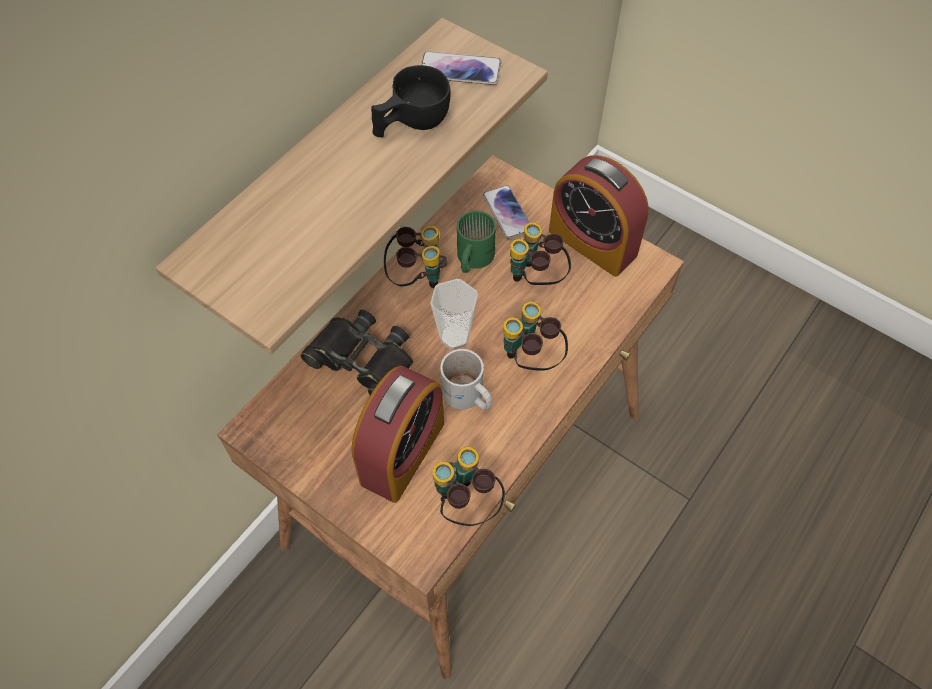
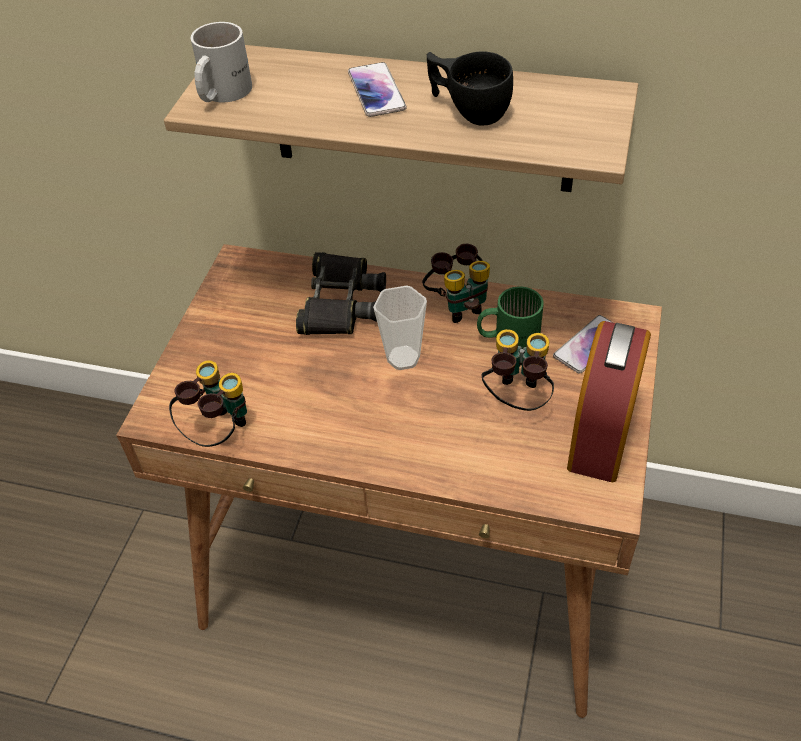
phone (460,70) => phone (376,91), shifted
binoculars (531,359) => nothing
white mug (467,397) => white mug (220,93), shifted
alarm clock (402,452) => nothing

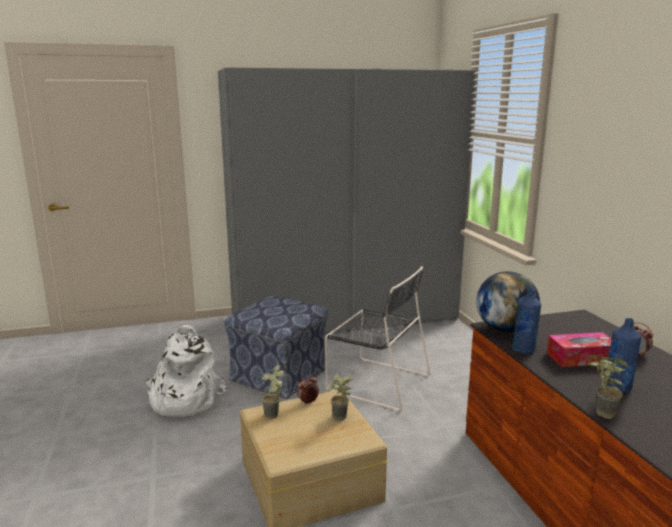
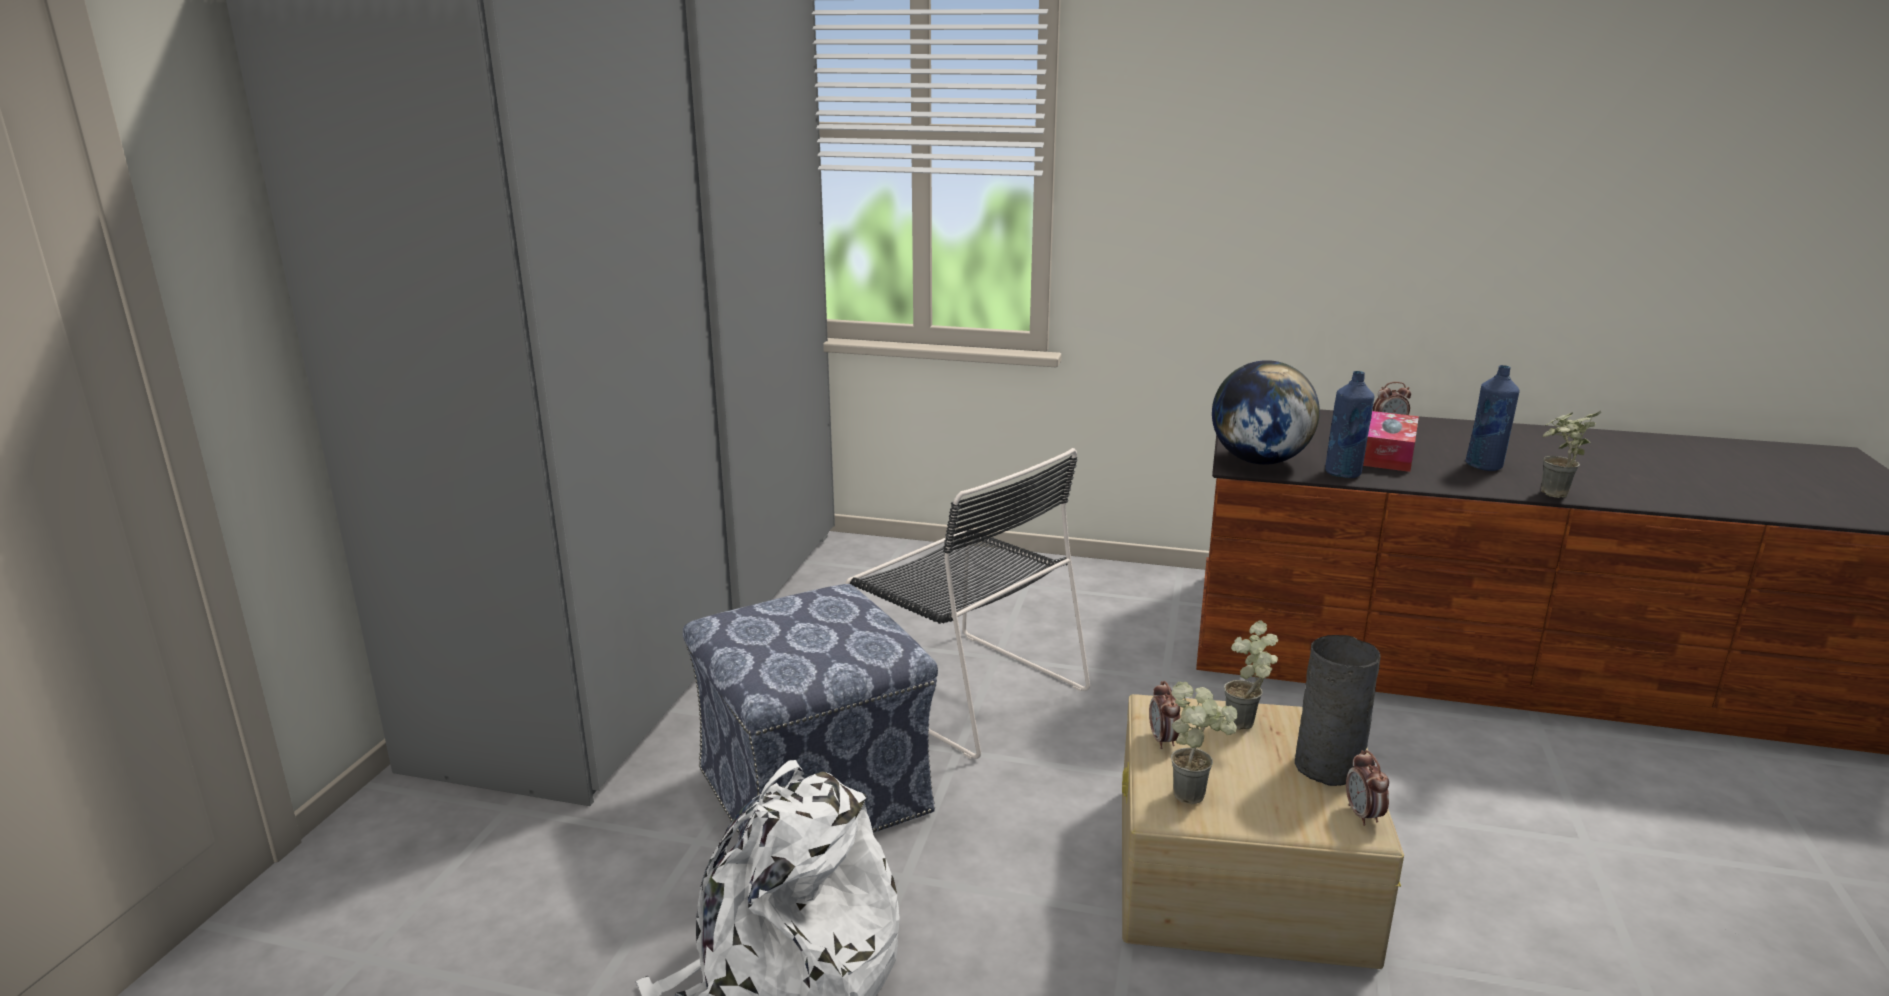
black chair (375,382) => black chair (964,688), 75 degrees clockwise
nothing => grey vase (1330,767)
nothing => alarm clock (1363,815)

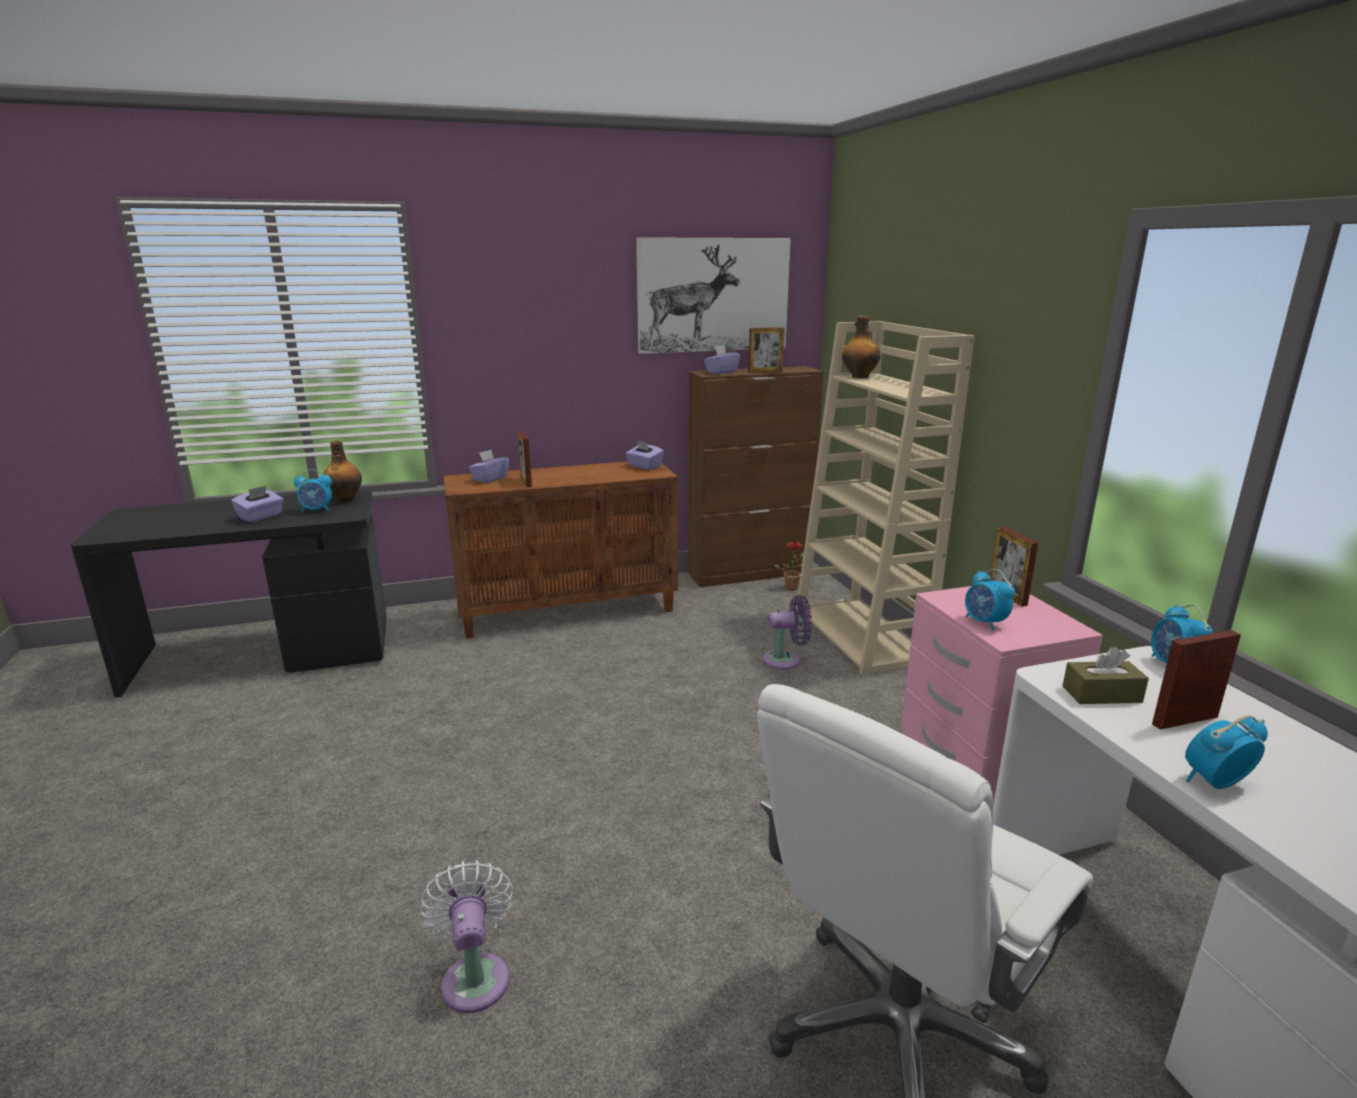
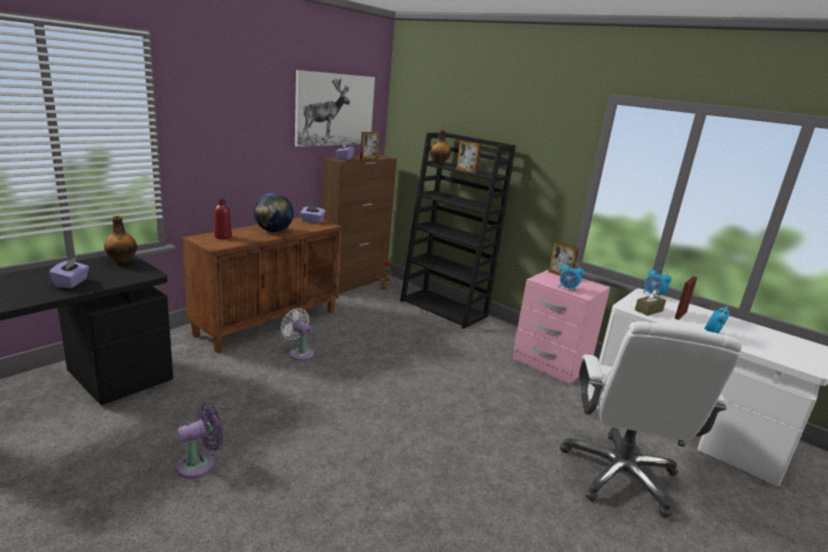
beige bookcase (861,636) => black bookcase (444,308)
picture frame (526,482) => picture frame (466,171), shifted
purple tissue box (490,479) => red bottle (223,237)
alarm clock (317,510) => nothing
purple fan (786,660) => purple fan (200,464), shifted
white fan (475,976) => white fan (299,353), shifted
nothing => globe (273,231)

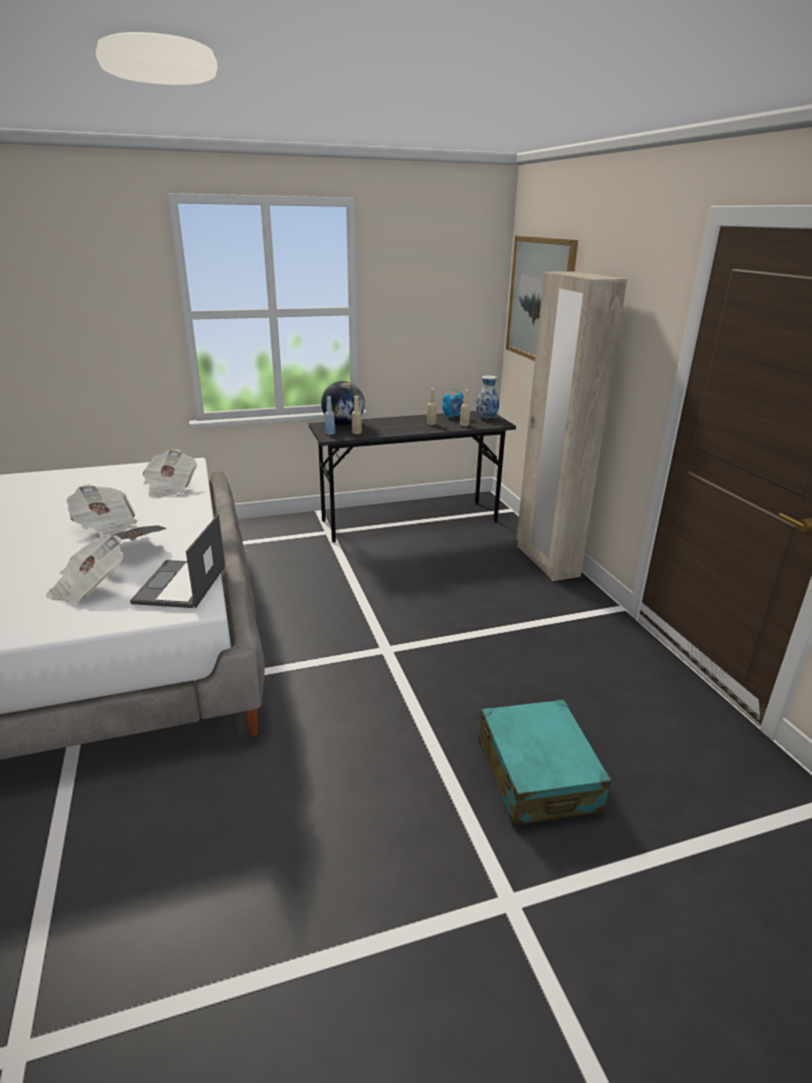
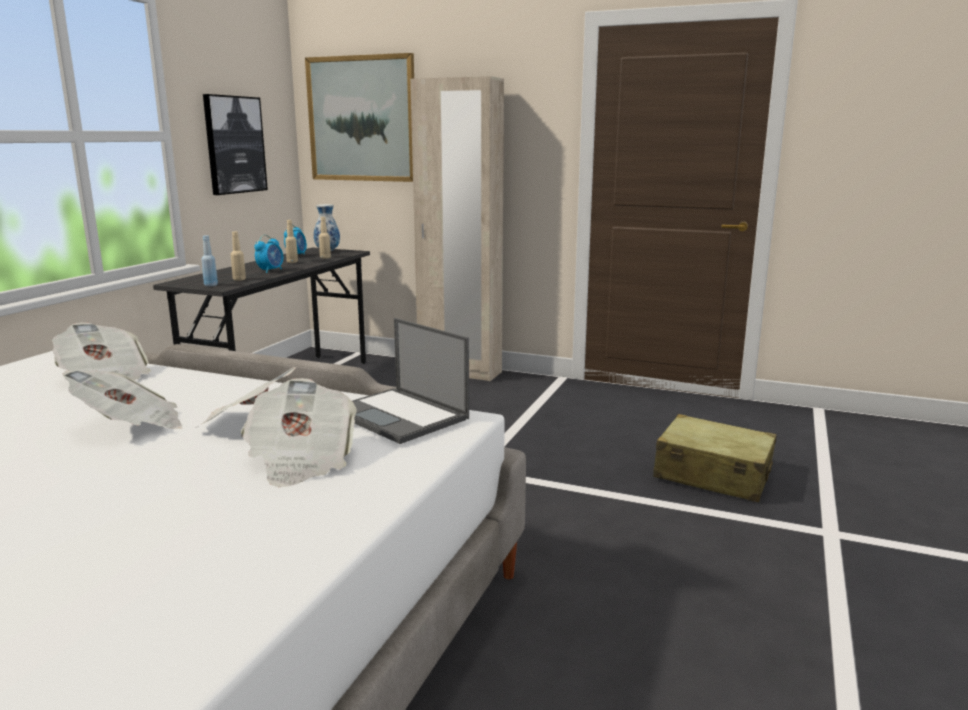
globe (343,424) => nothing
turquoise suitcase (537,775) => beige suitcase (712,475)
nothing => picture (234,145)
nothing => alarm clock (270,270)

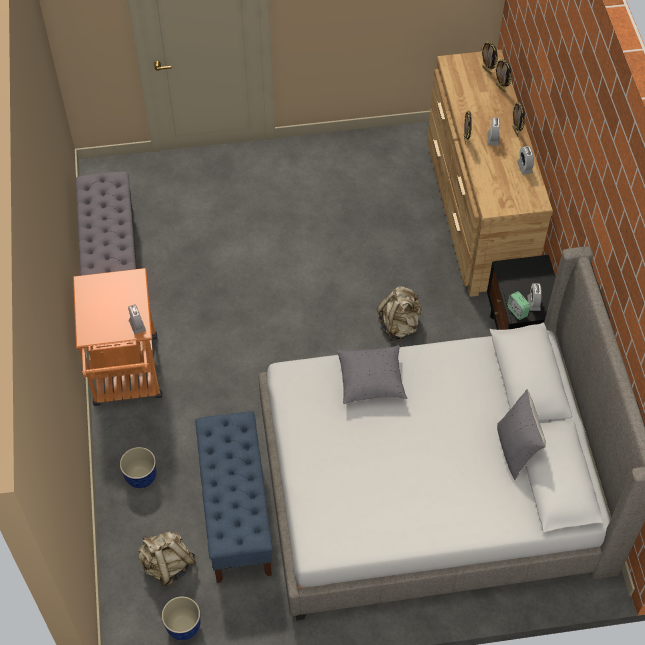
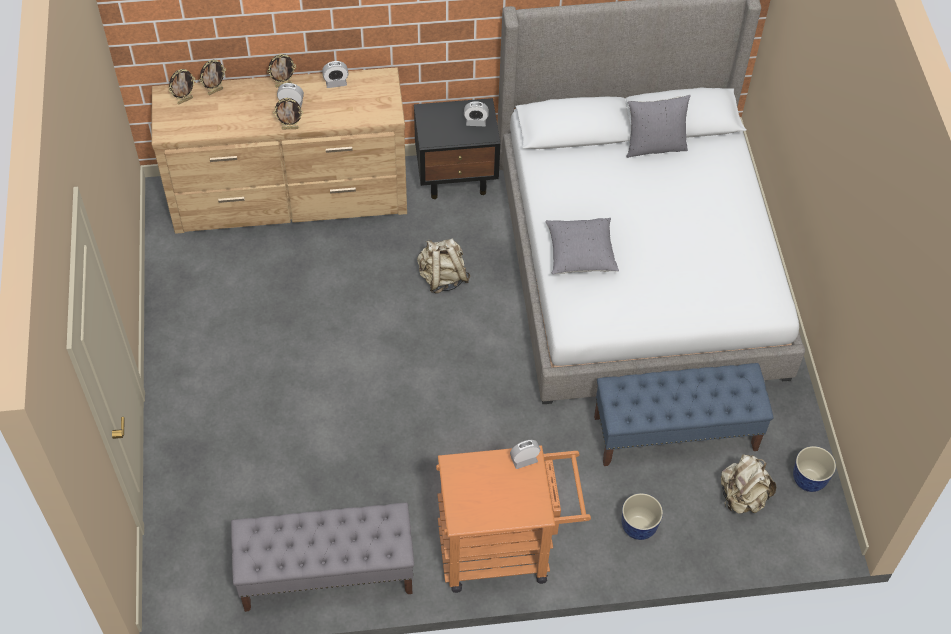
alarm clock (517,311) => nothing

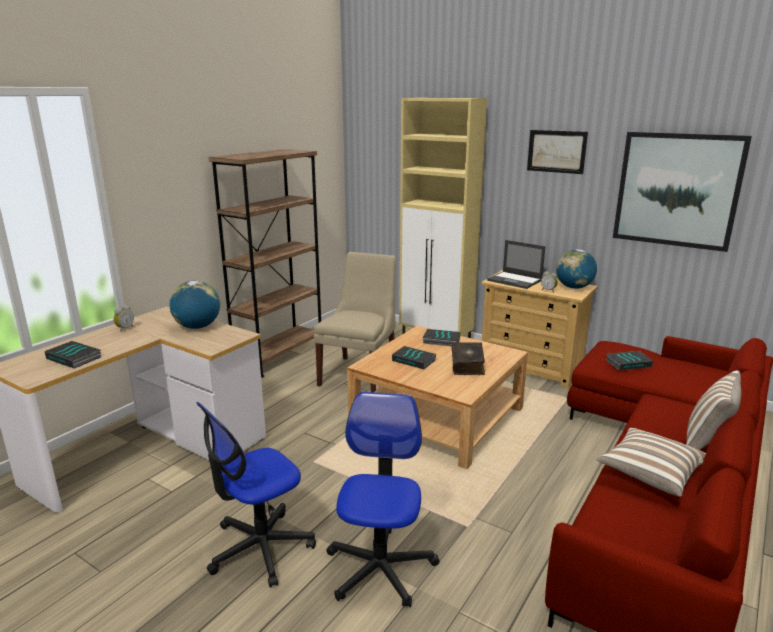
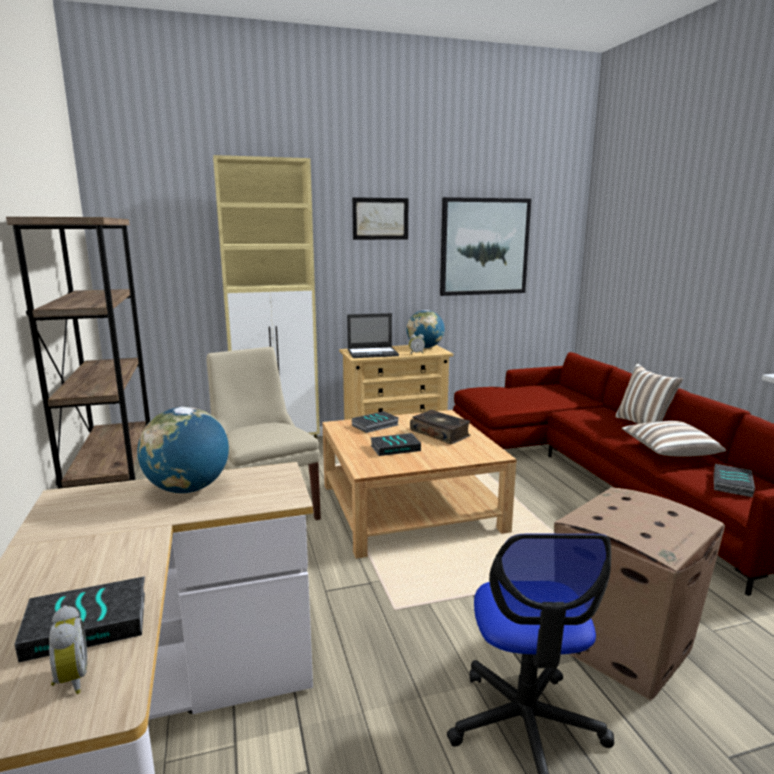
alarm clock (124,329) => alarm clock (70,680), shifted
book (628,363) => book (731,483), shifted
office chair (380,568) => cardboard box (624,647)

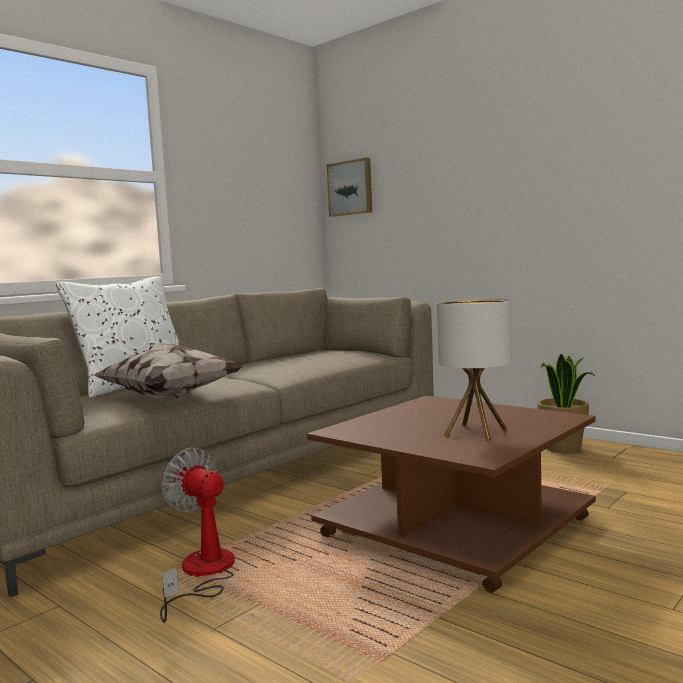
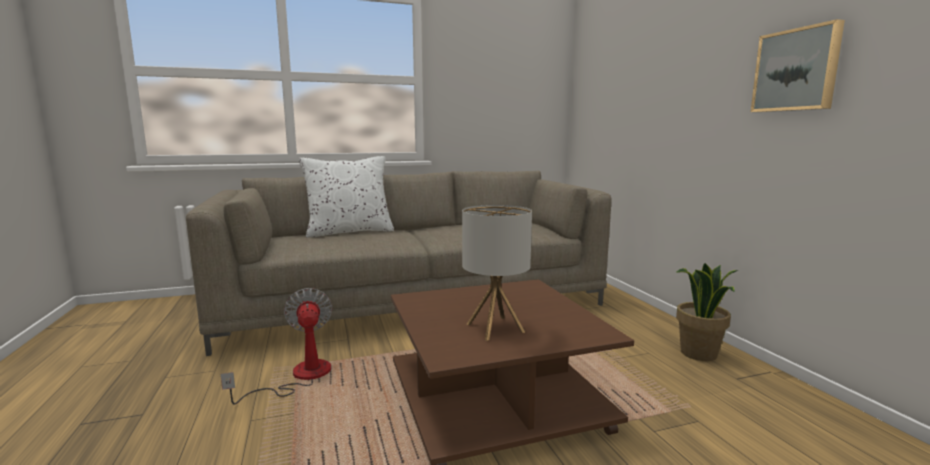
picture (351,188) => picture (796,70), shifted
pillow (171,396) => nothing

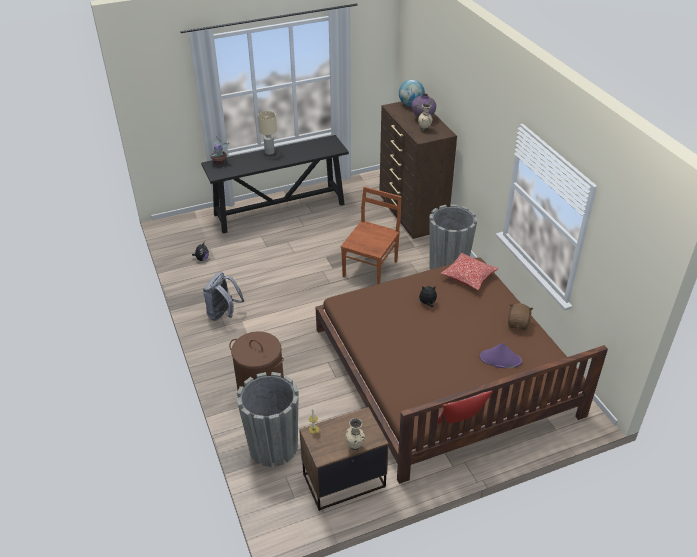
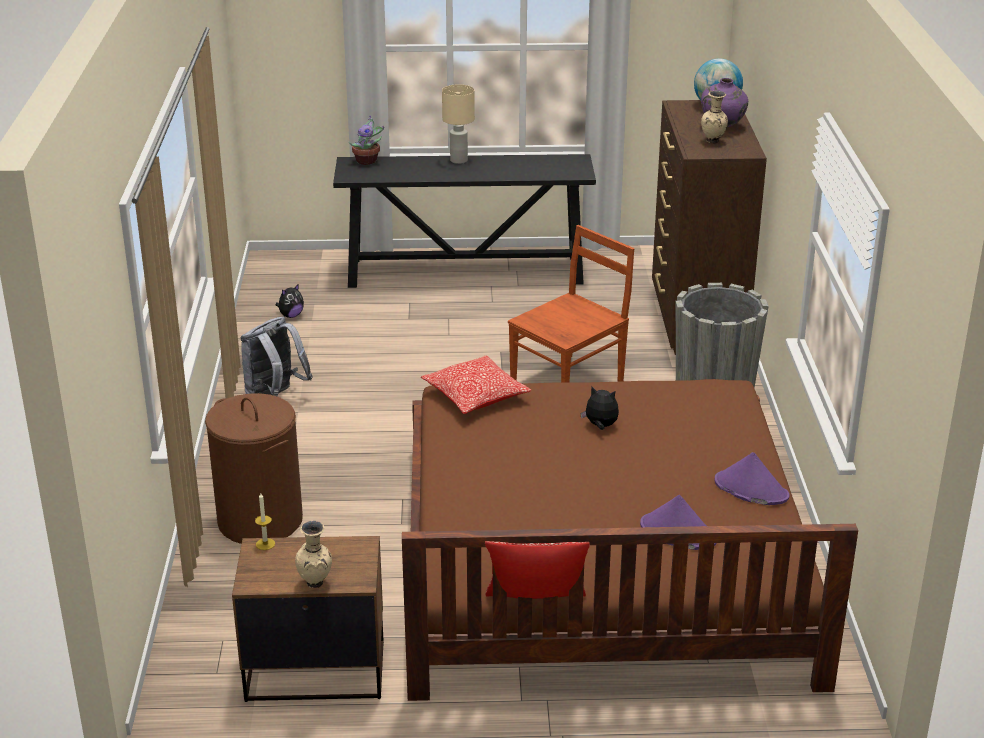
pillow (468,277) => pillow (475,396), shifted
brown plush toy (518,323) => purple hat (750,489)
grey planter (273,447) => nothing

